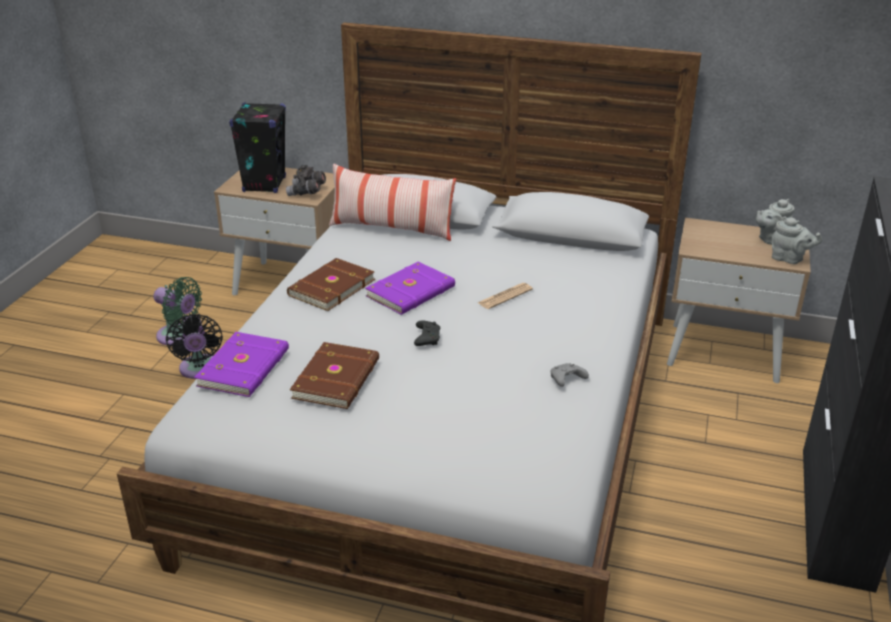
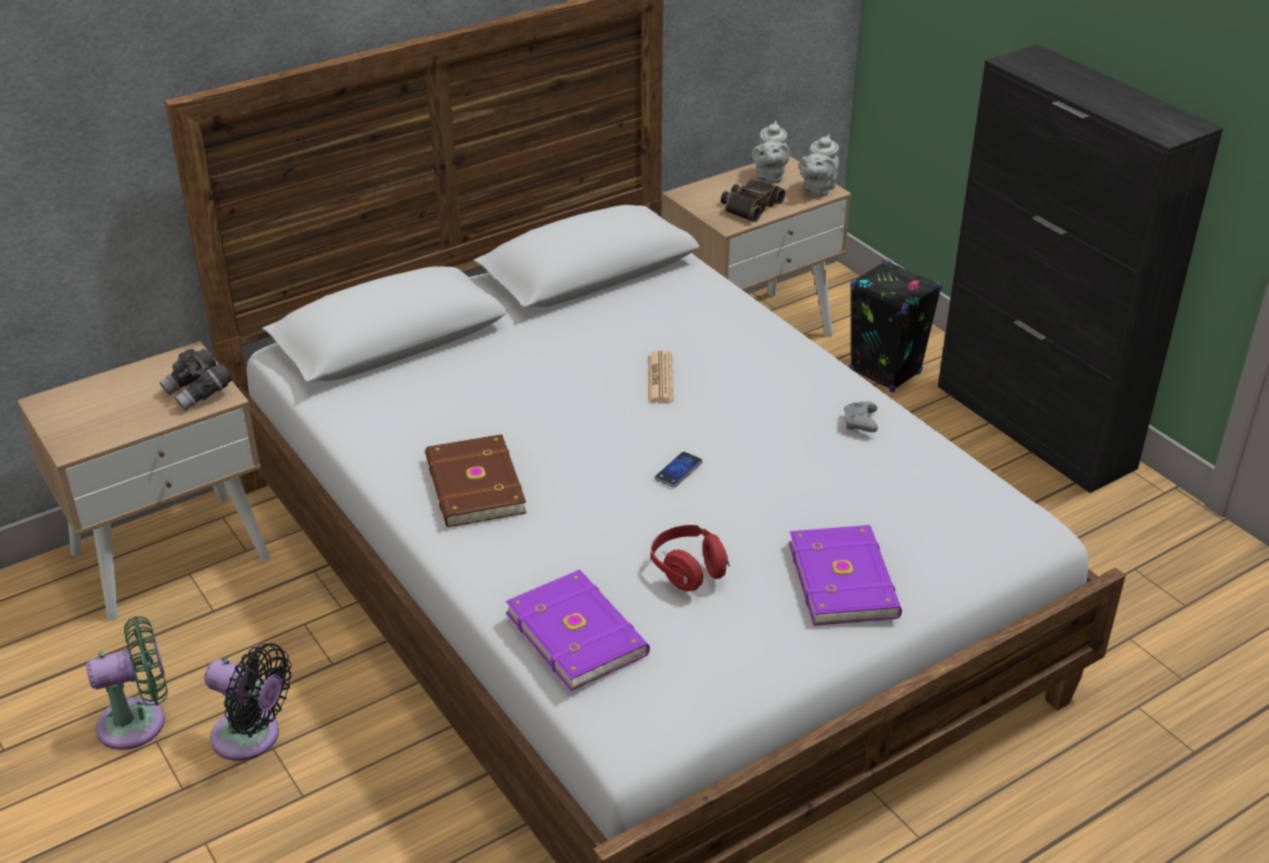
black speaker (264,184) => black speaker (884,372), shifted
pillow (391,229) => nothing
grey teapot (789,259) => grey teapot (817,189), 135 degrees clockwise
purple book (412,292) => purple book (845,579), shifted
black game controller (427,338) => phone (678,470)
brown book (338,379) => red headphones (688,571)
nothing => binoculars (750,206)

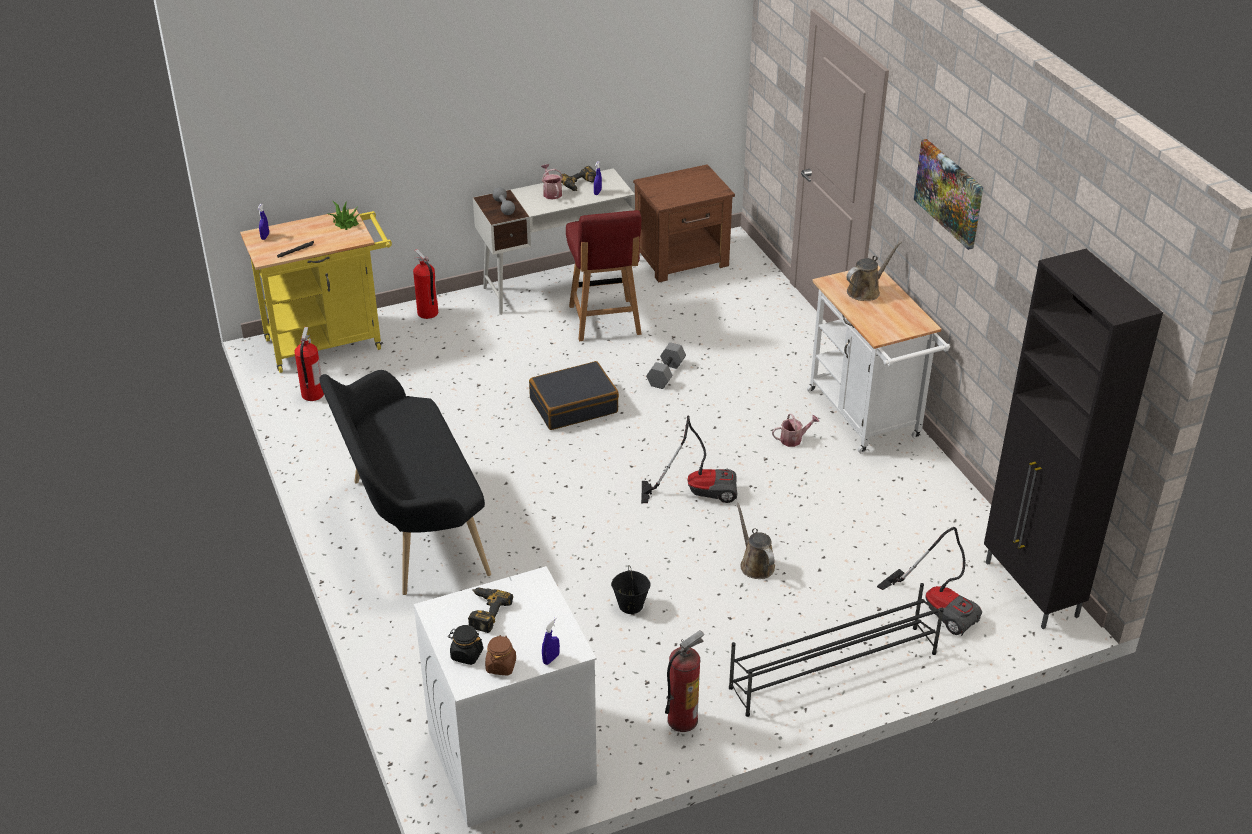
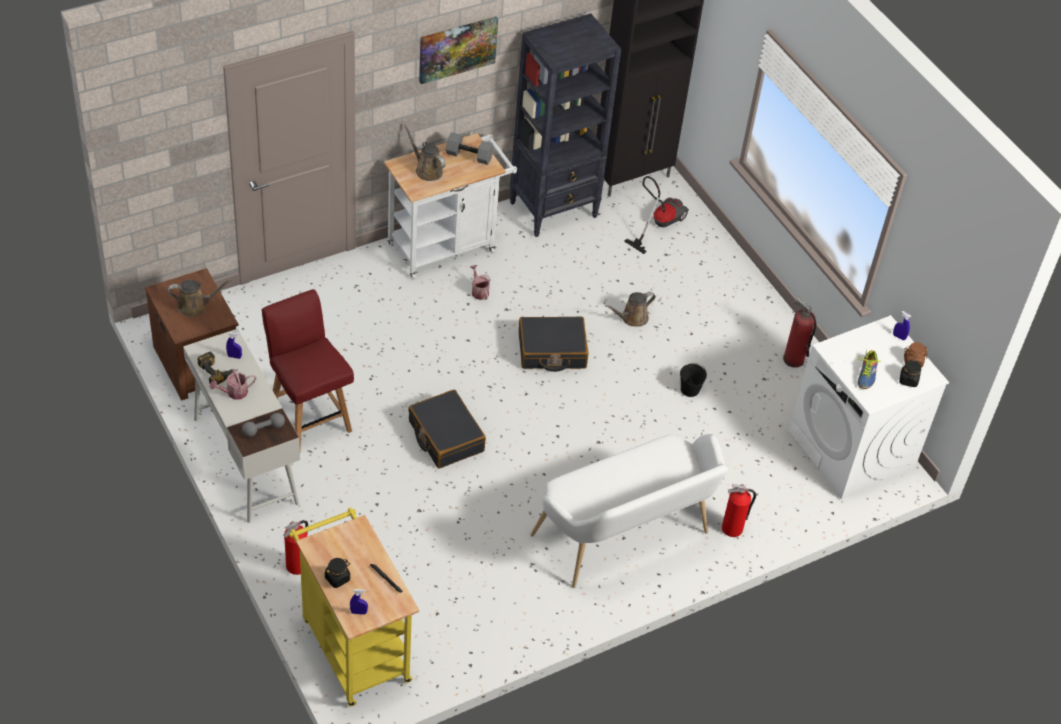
potted plant (345,222) => nothing
red chair (605,321) => red chair (309,419), 105 degrees counterclockwise
fire extinguisher (312,395) => fire extinguisher (732,529), shifted
grey dumbbell (666,374) => grey dumbbell (469,155), shifted
black bench (410,527) => white bench (626,538)
vacuum cleaner (698,490) => black suitcase (551,351)
black shoe rack (832,670) => nothing
power drill (484,612) => shoe (867,374)
nothing => black bookcase (554,209)
nothing => brown watering can (195,306)
nothing => black jar (337,578)

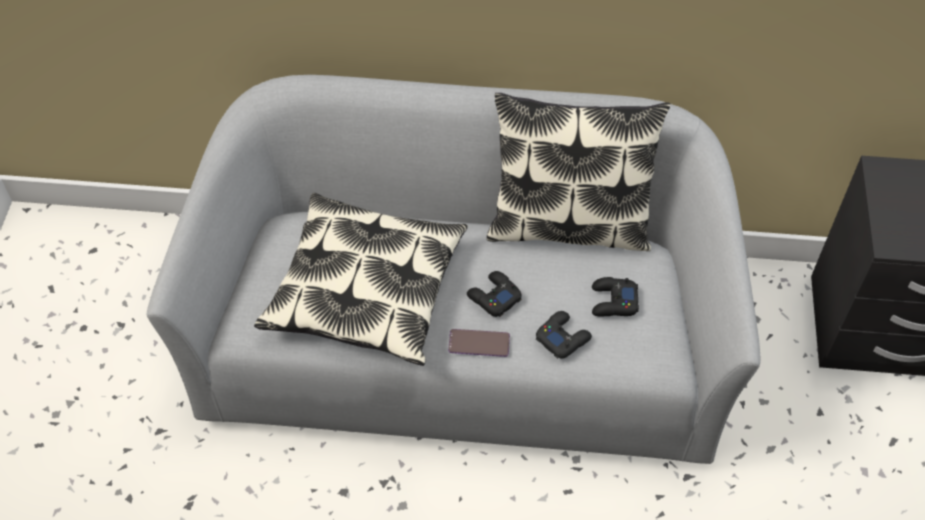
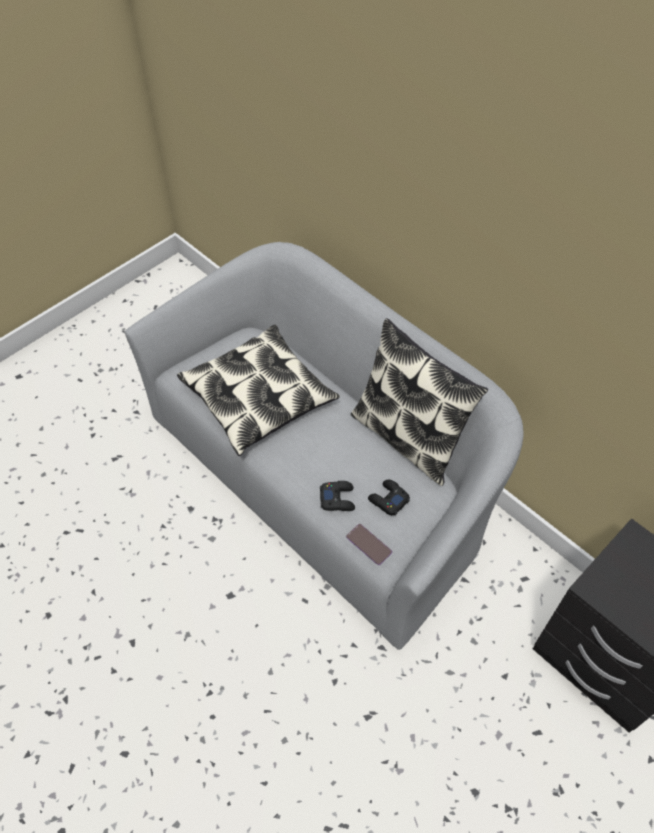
black game controller (493,297) => nothing
phone (479,343) => phone (369,544), shifted

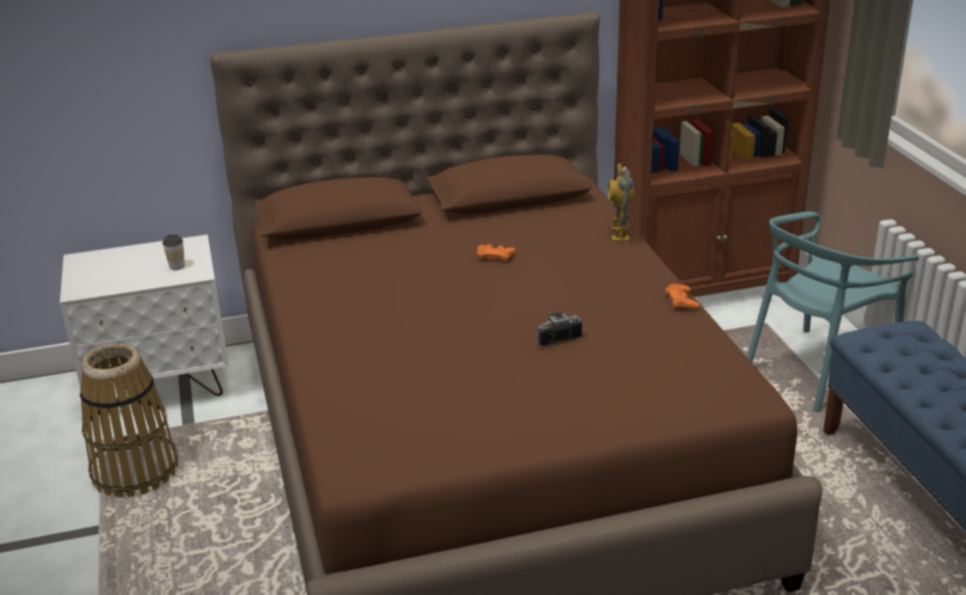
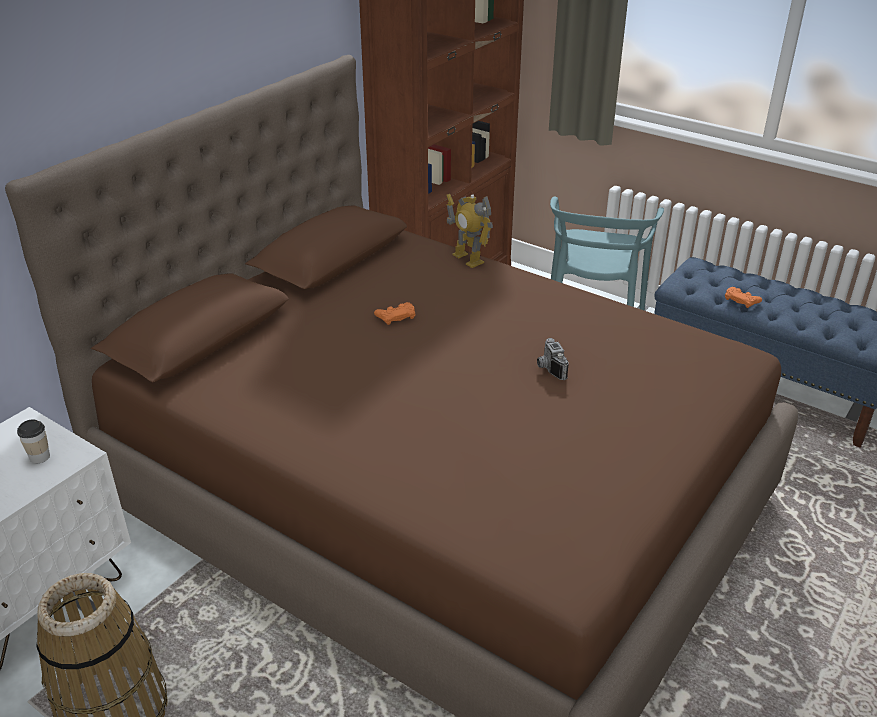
orange game controller (681,301) => orange game controller (741,300), shifted
photo camera (557,337) => photo camera (548,368), 45 degrees counterclockwise

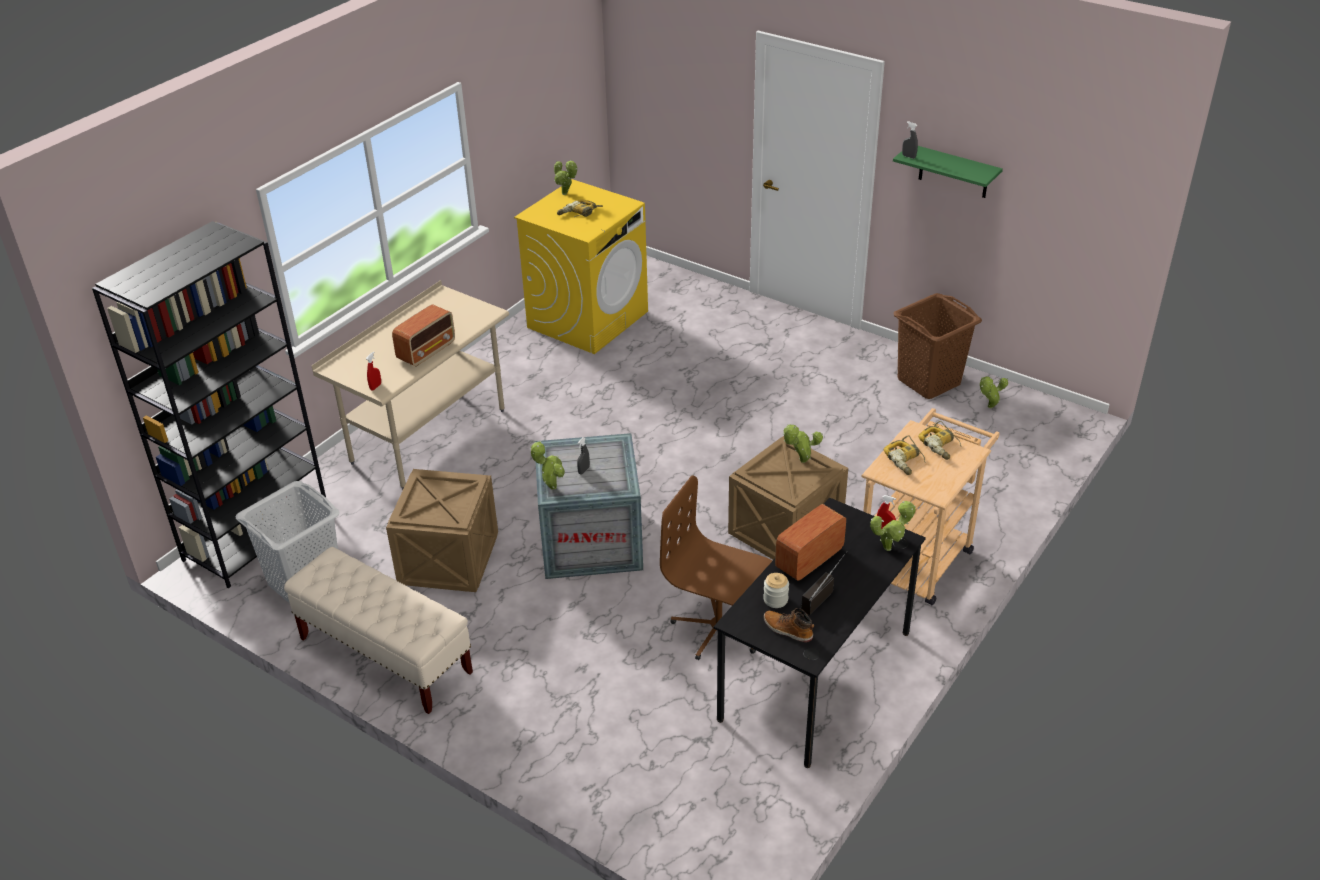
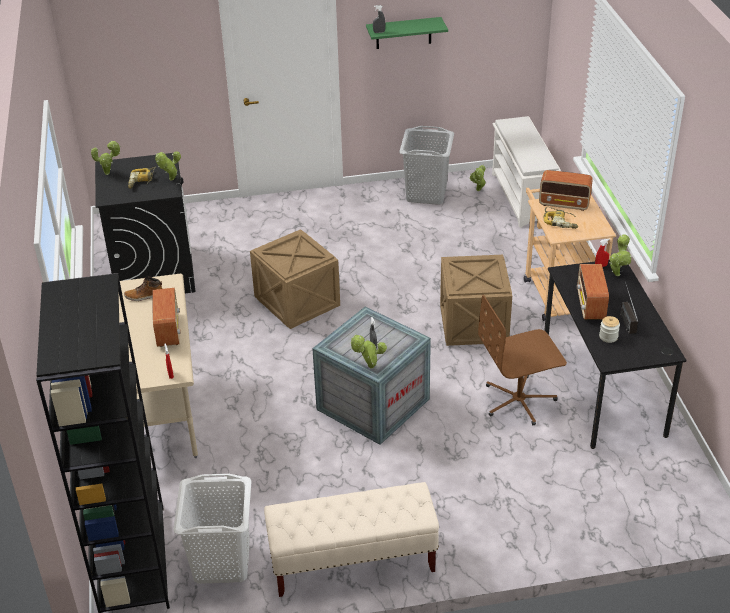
yellow washing machine (588,319) => black washing machine (154,272)
brown laundry basket (928,381) => grey laundry basket (426,194)
power drill (941,445) => radio (564,204)
potted plant (801,461) => potted plant (170,180), shifted
crate (449,558) => crate (296,301), shifted
boot (787,630) => boot (144,296), shifted
nothing => white shoe rack (522,198)

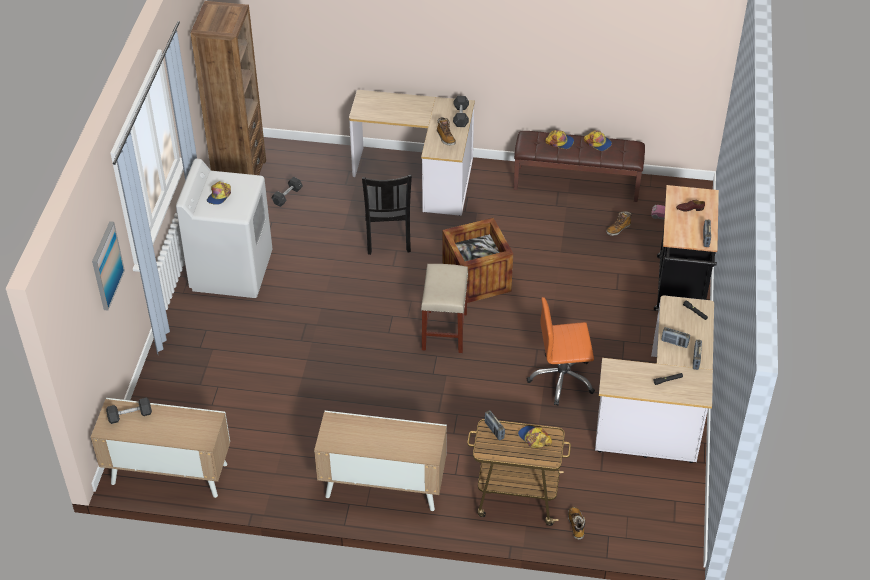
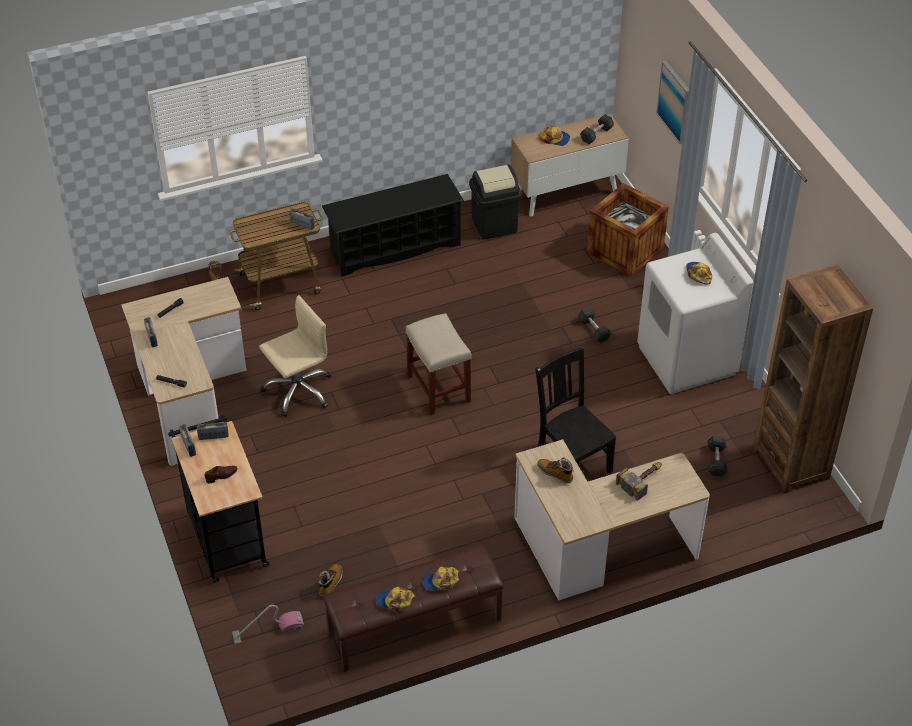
grey dumbbell (461,116) => grey dumbbell (594,330), shifted
crate (476,279) => crate (625,250), shifted
orange office chair (561,379) => beige office chair (298,390)
radio (674,343) => radio (213,436), shifted
cabinet (382,487) => black shoe rack (394,247)
cap (534,438) => cap (555,139), shifted
nothing => black trash can (494,225)
nothing => hammer (643,480)

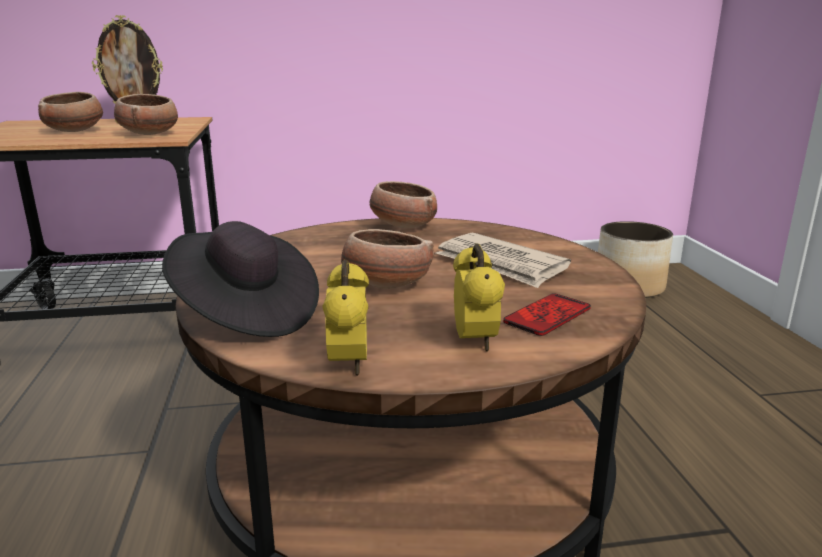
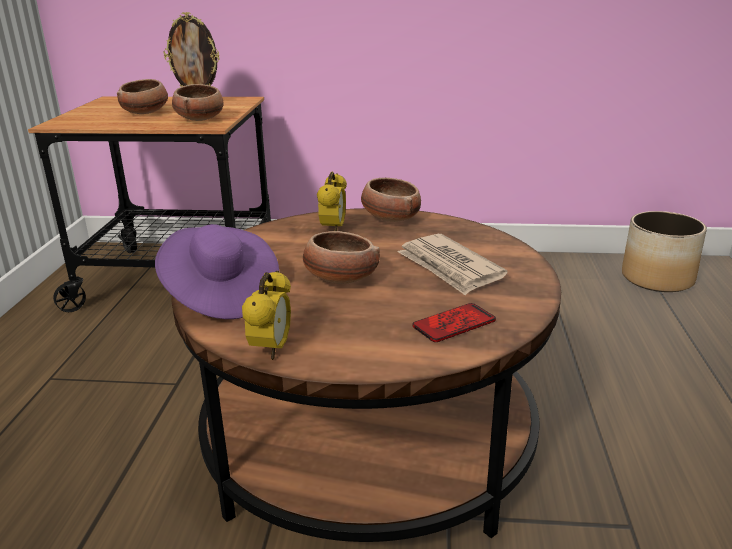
black hat (245,313) => purple hat (220,295)
alarm clock (475,342) => alarm clock (333,229), shifted

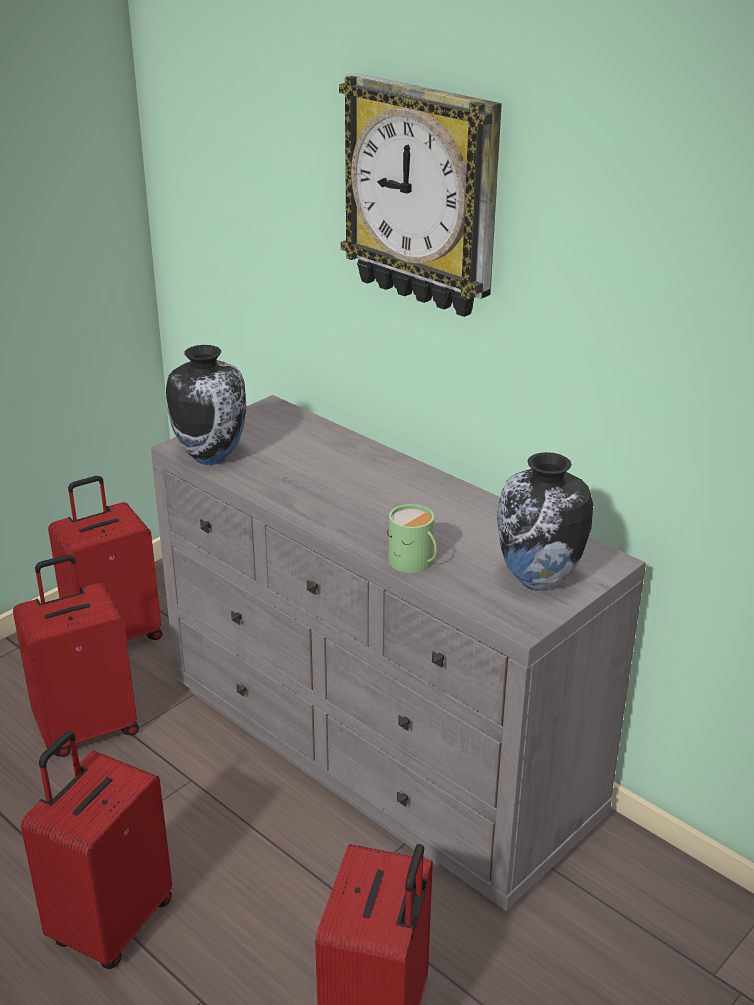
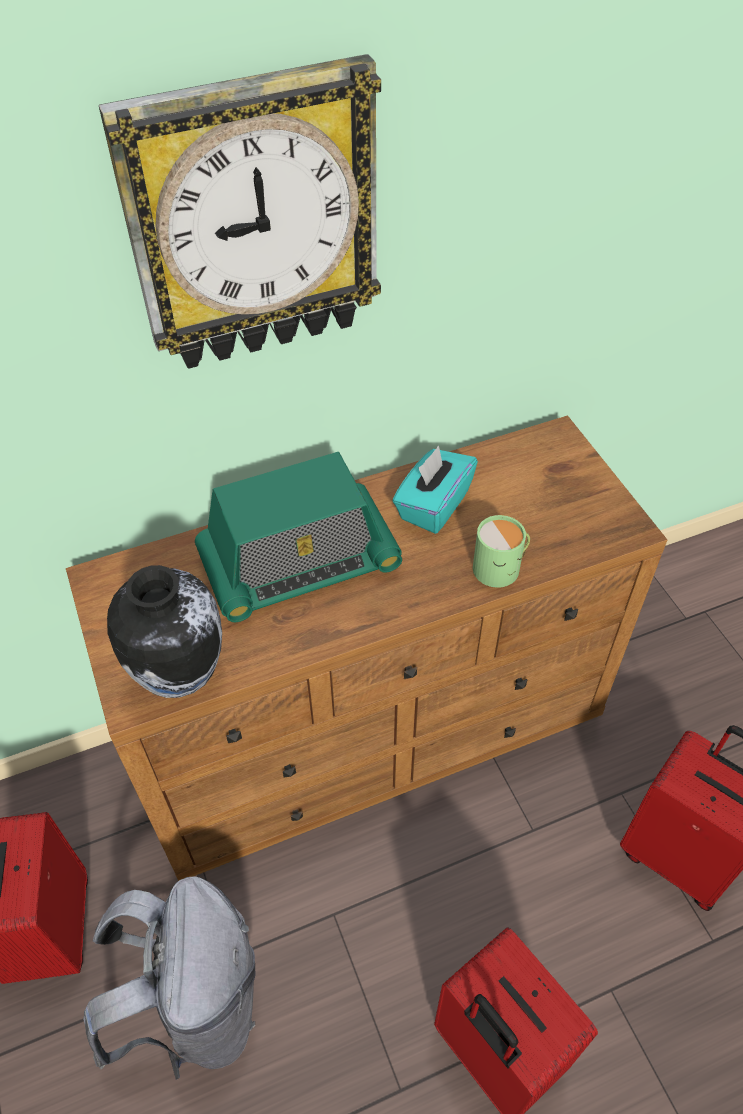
grey dresser (379,751) => brown dresser (375,731)
vase (538,581) => nothing
red suitcase (87,728) => grey backpack (196,1005)
nothing => turquoise tissue box (433,506)
nothing => radio (299,563)

